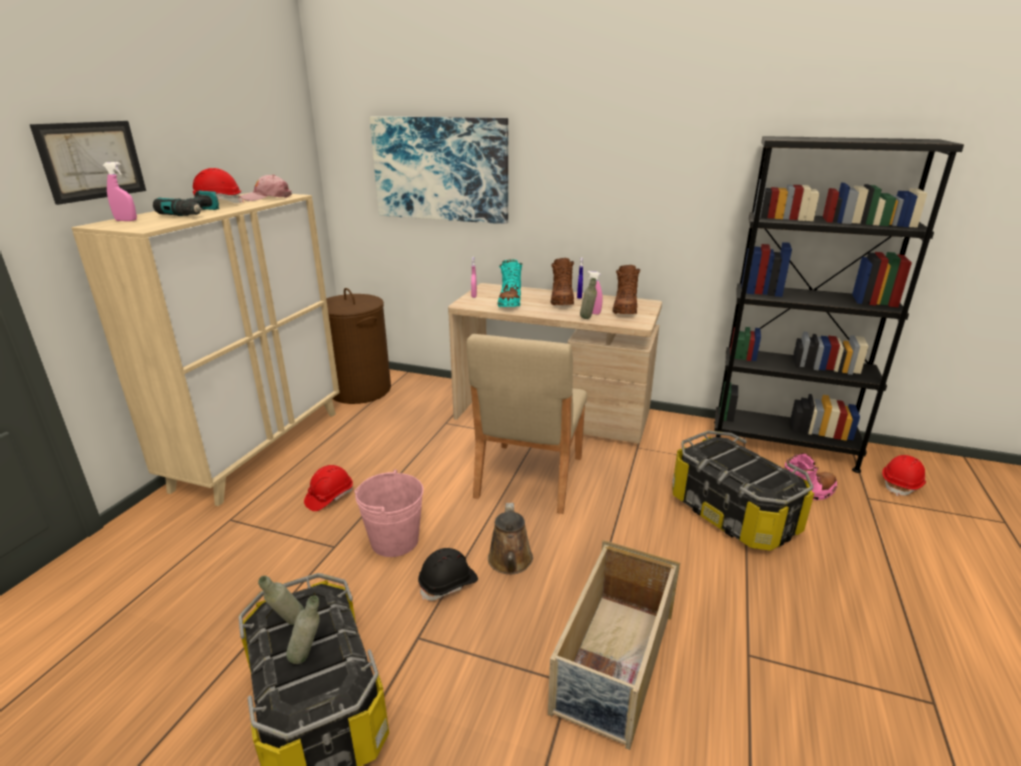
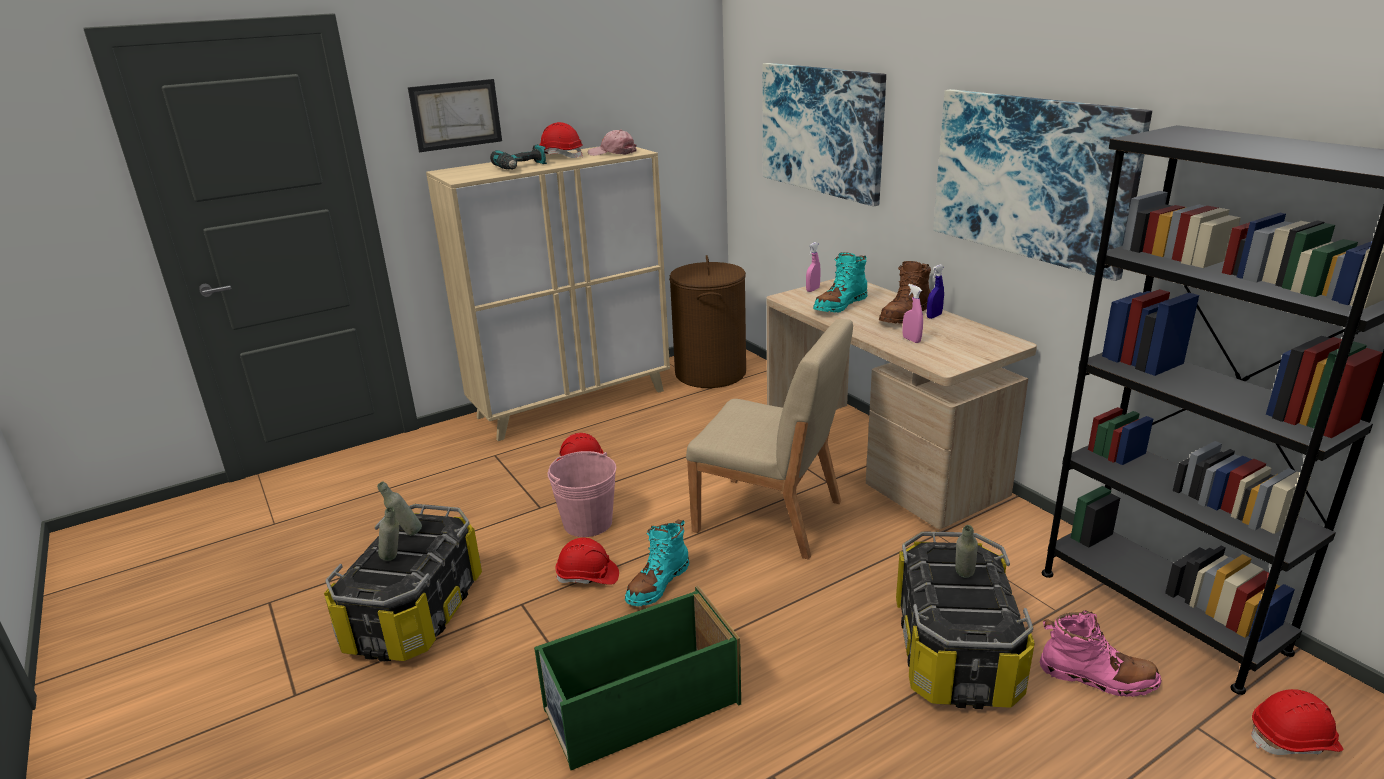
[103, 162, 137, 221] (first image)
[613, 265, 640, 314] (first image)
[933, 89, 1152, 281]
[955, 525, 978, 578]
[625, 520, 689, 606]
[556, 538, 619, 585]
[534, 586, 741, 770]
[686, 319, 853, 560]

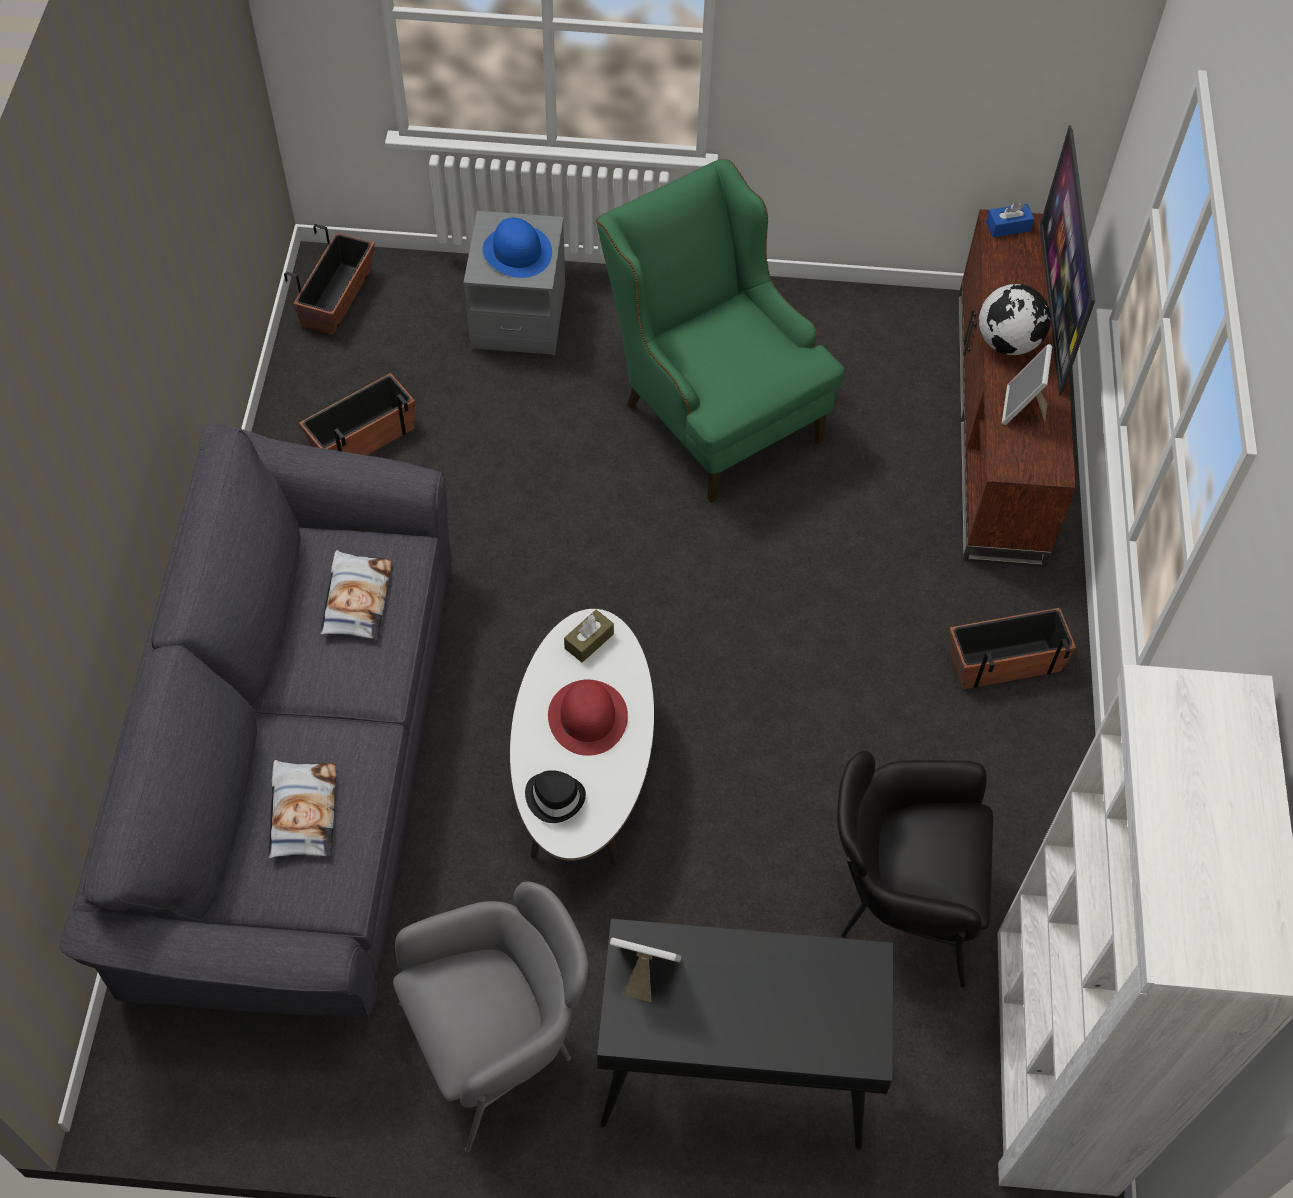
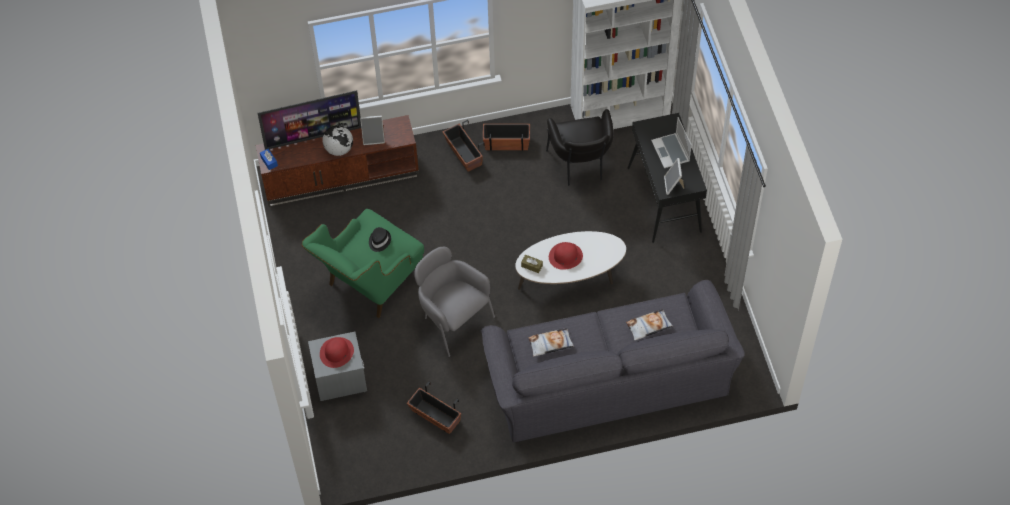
[651, 117, 692, 168]
[483, 124, 530, 150]
[414, 247, 495, 357]
[369, 227, 391, 252]
[320, 337, 354, 368]

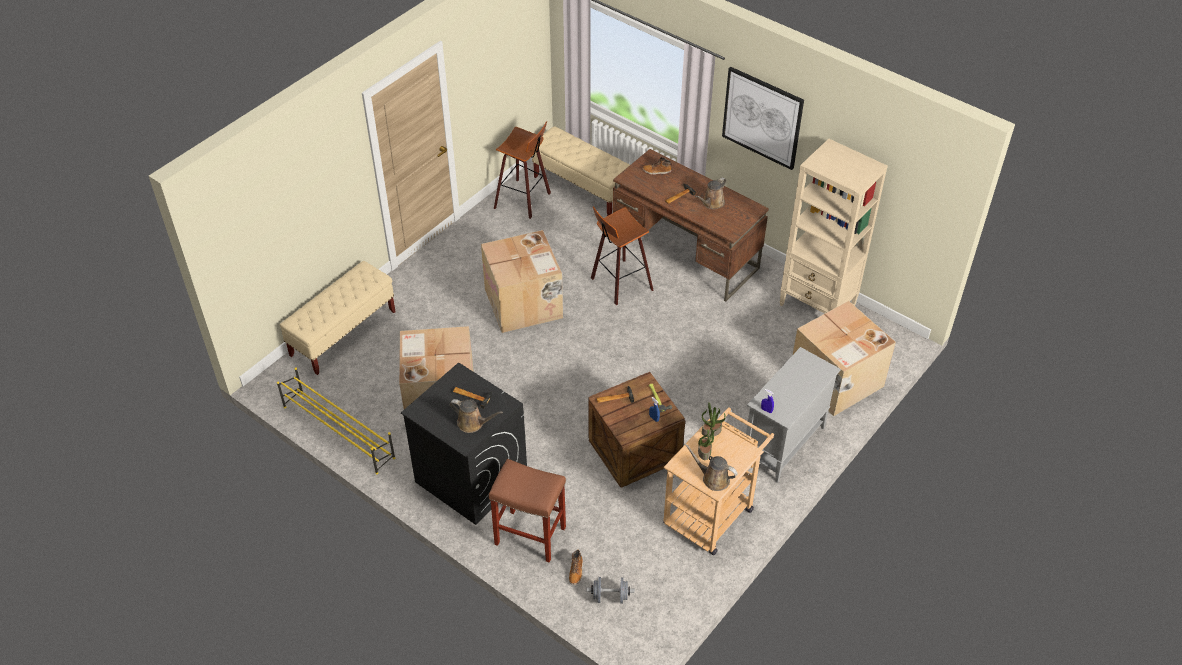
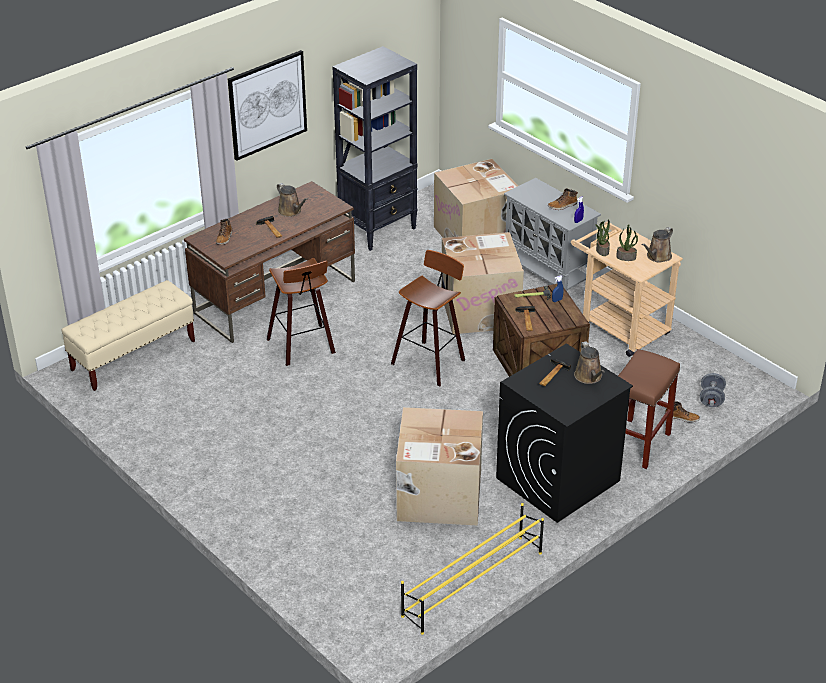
[280, 261, 396, 375] (first image)
[548, 188, 578, 210]
[441, 232, 524, 334]
[391, 250, 465, 387]
[332, 46, 418, 251]
[574, 341, 605, 384]

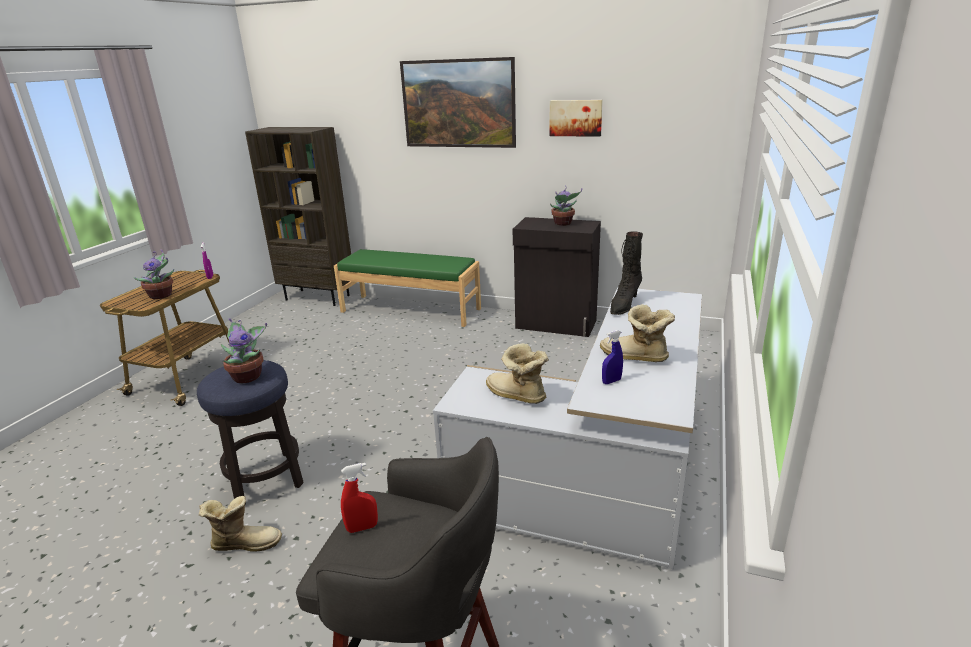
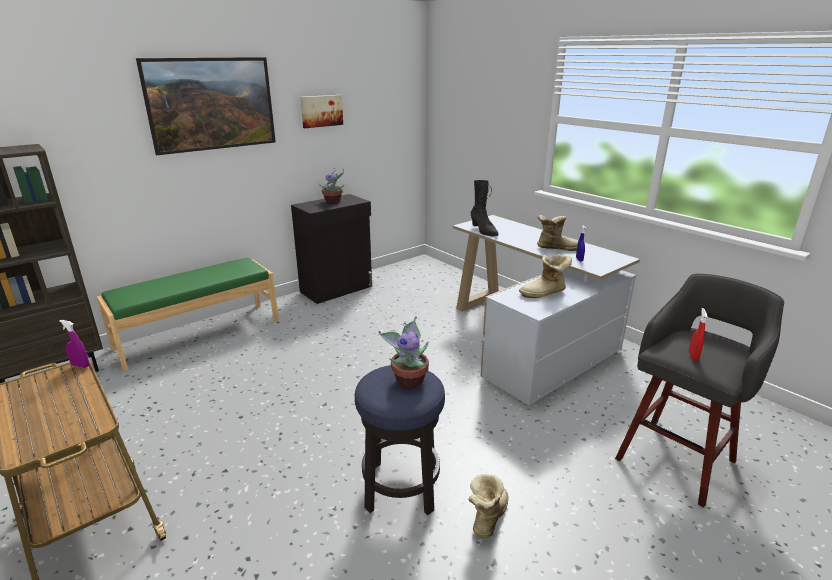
[133, 250, 174, 299] (first image)
[537, 215, 578, 251]

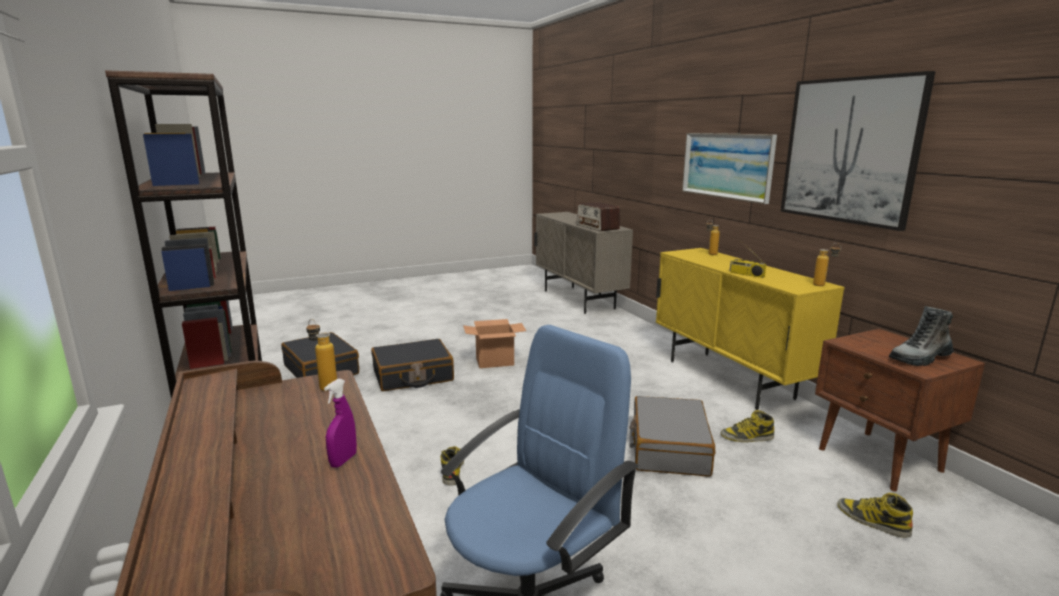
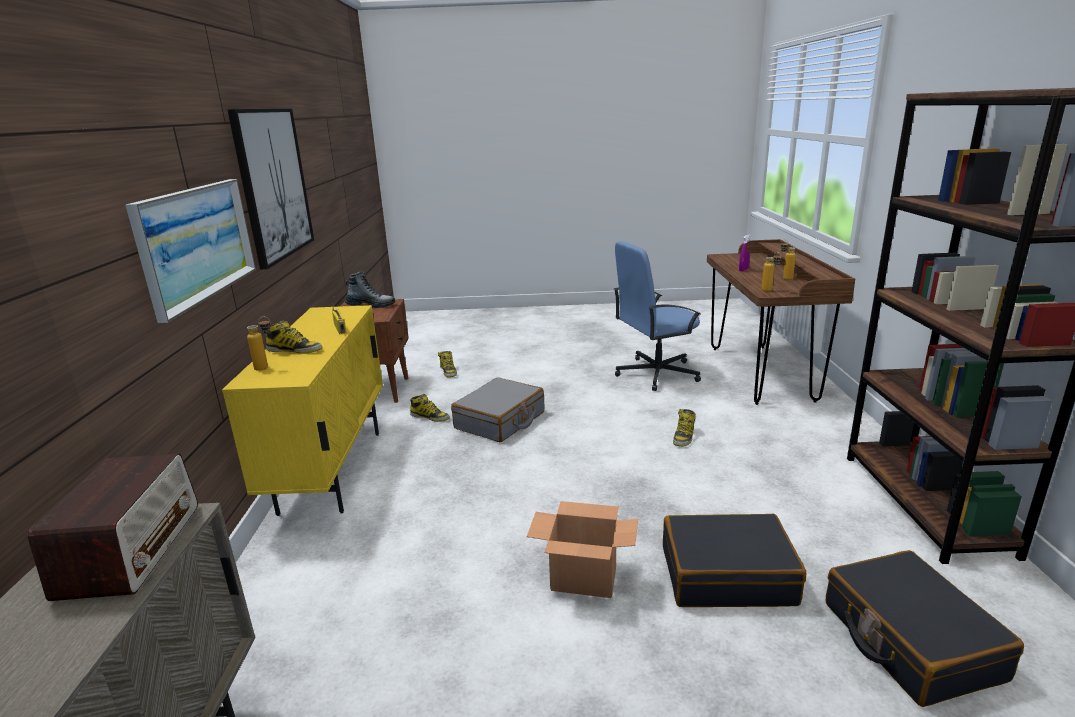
[266, 321, 323, 354]
[781, 240, 796, 280]

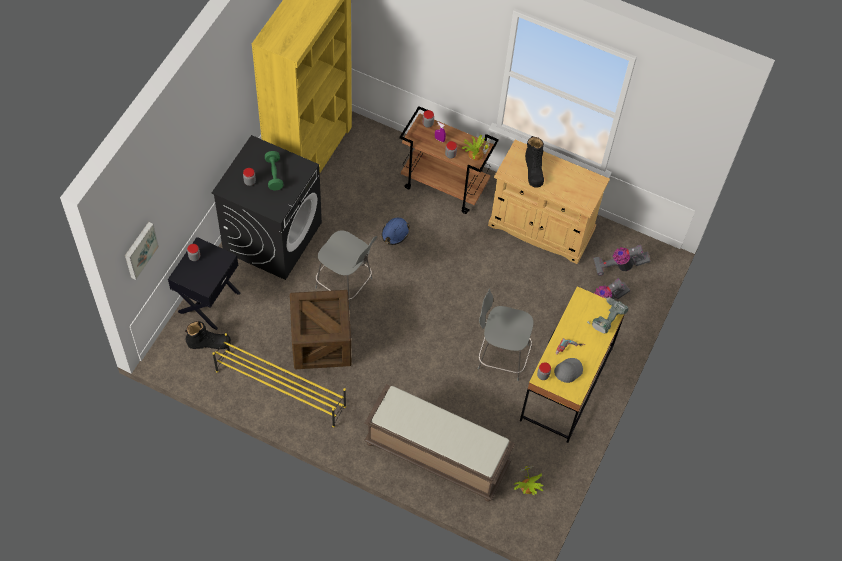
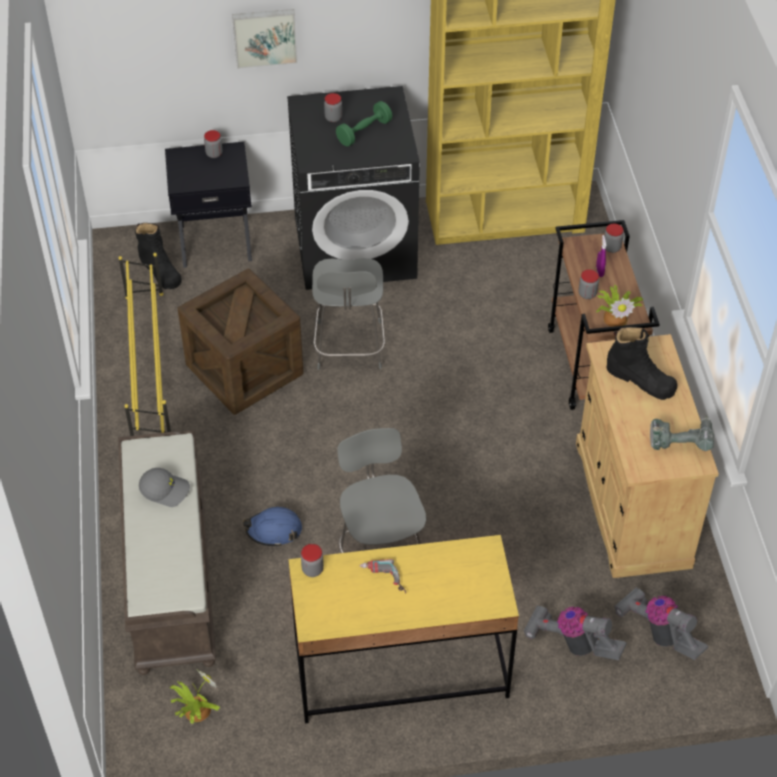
[232, 9, 298, 69]
[243, 507, 302, 547]
[139, 468, 190, 507]
[650, 415, 714, 451]
[607, 327, 677, 400]

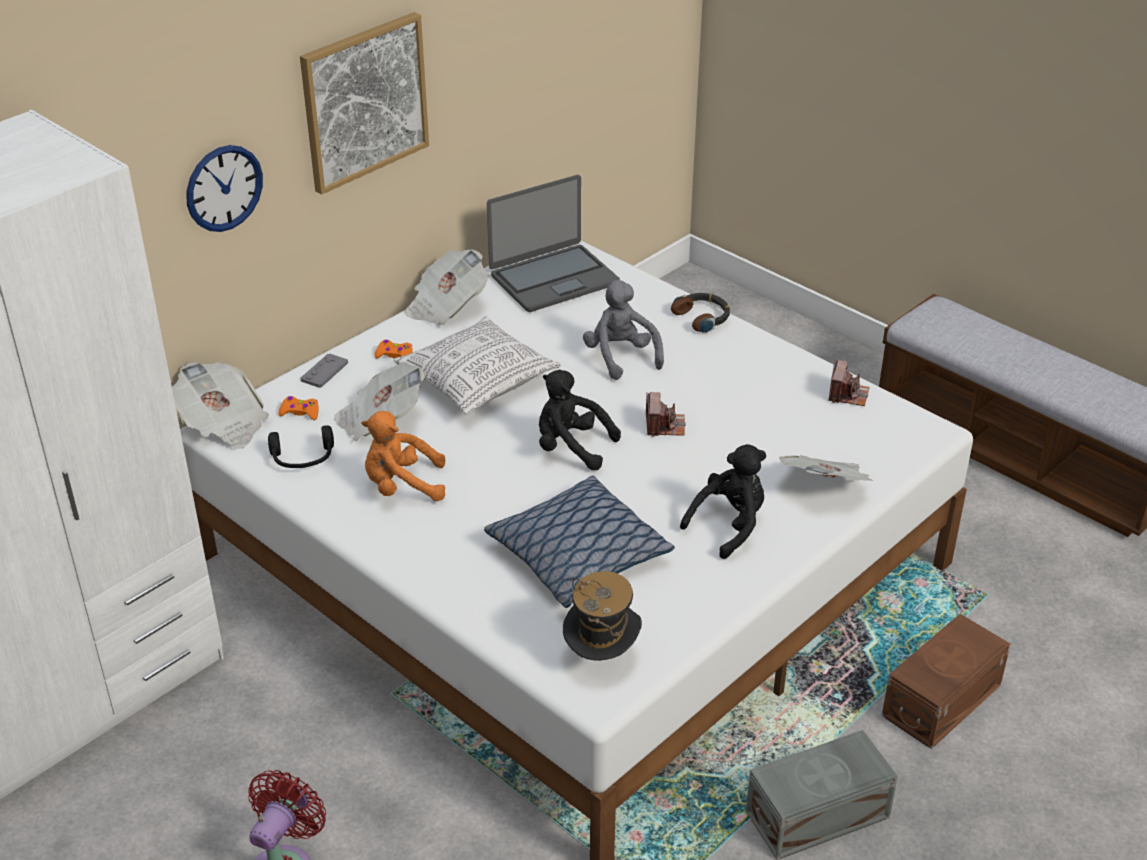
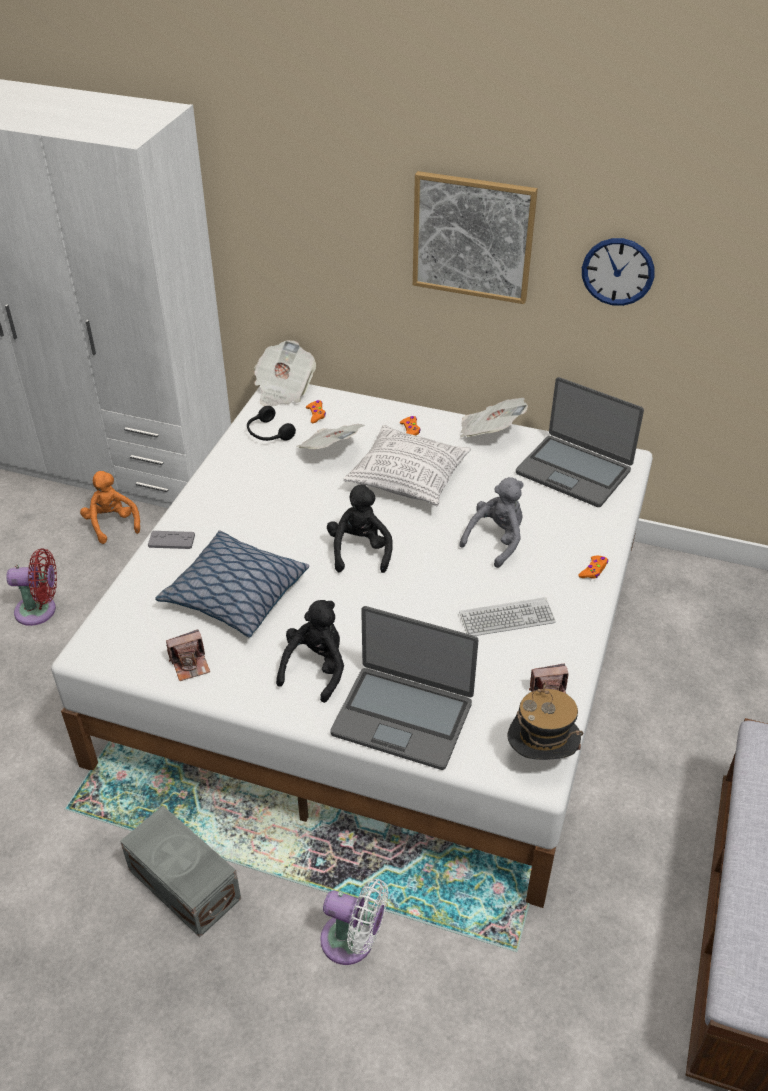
[459, 597, 556, 636]
[582, 238, 655, 306]
[148, 531, 195, 549]
[80, 471, 140, 544]
[507, 682, 584, 760]
[166, 629, 210, 681]
[578, 556, 608, 579]
[330, 606, 478, 770]
[320, 879, 389, 965]
[276, 600, 344, 703]

